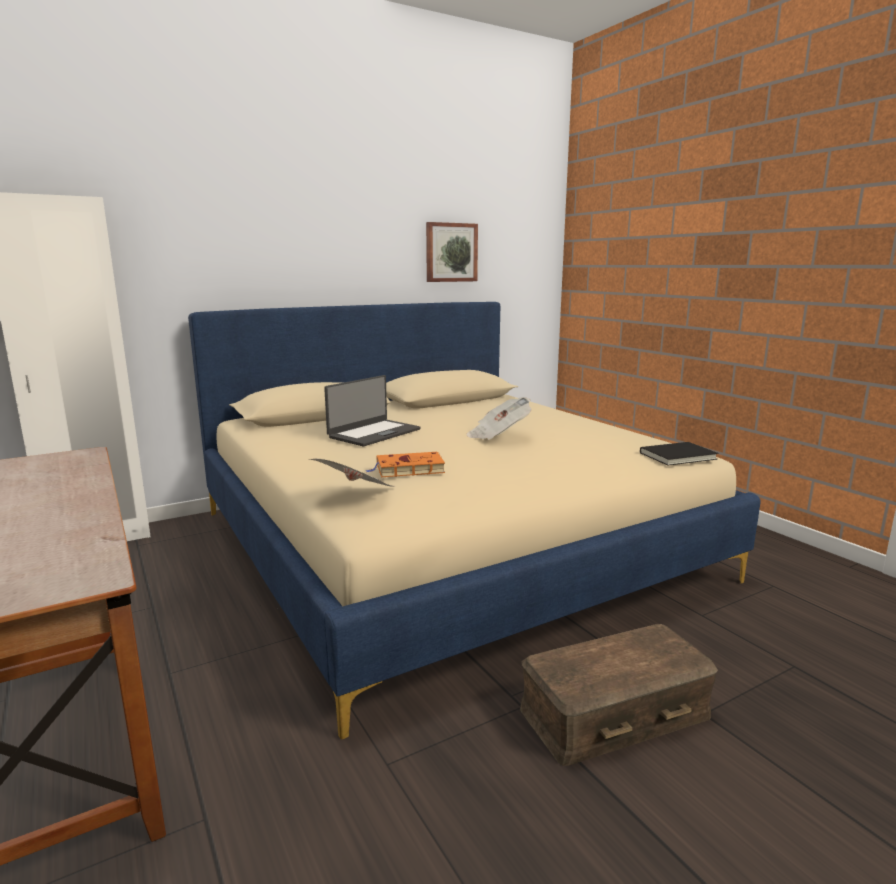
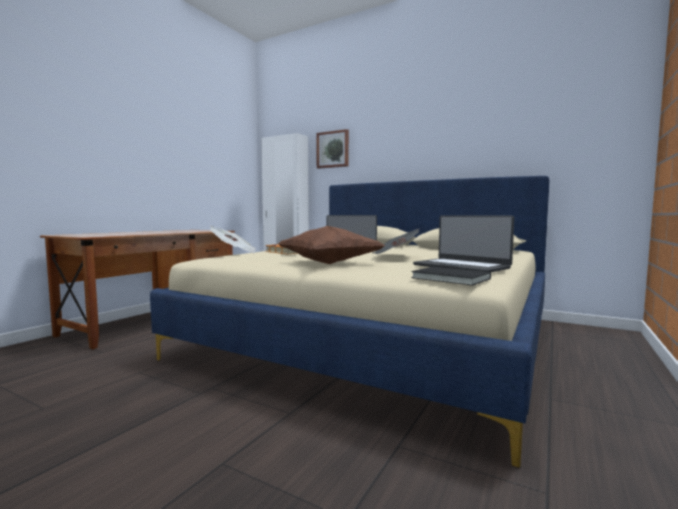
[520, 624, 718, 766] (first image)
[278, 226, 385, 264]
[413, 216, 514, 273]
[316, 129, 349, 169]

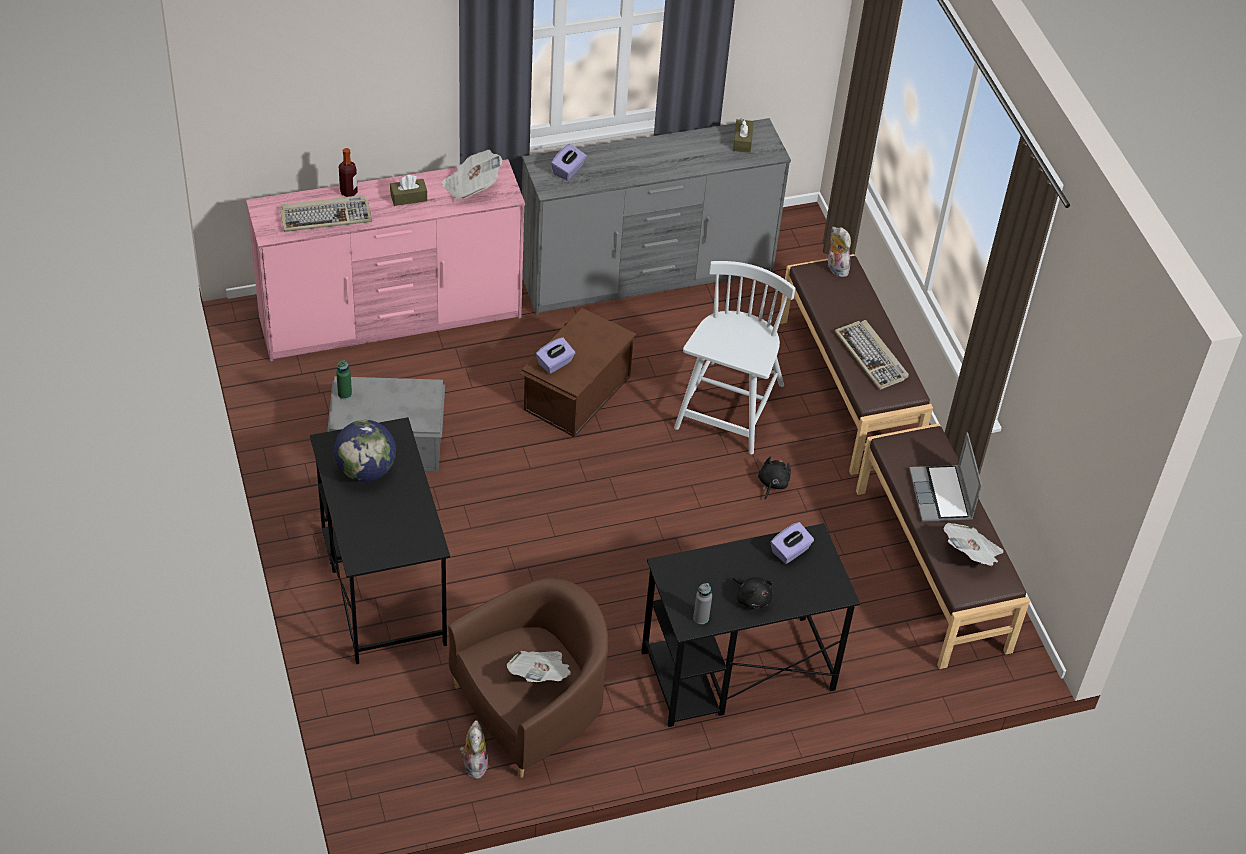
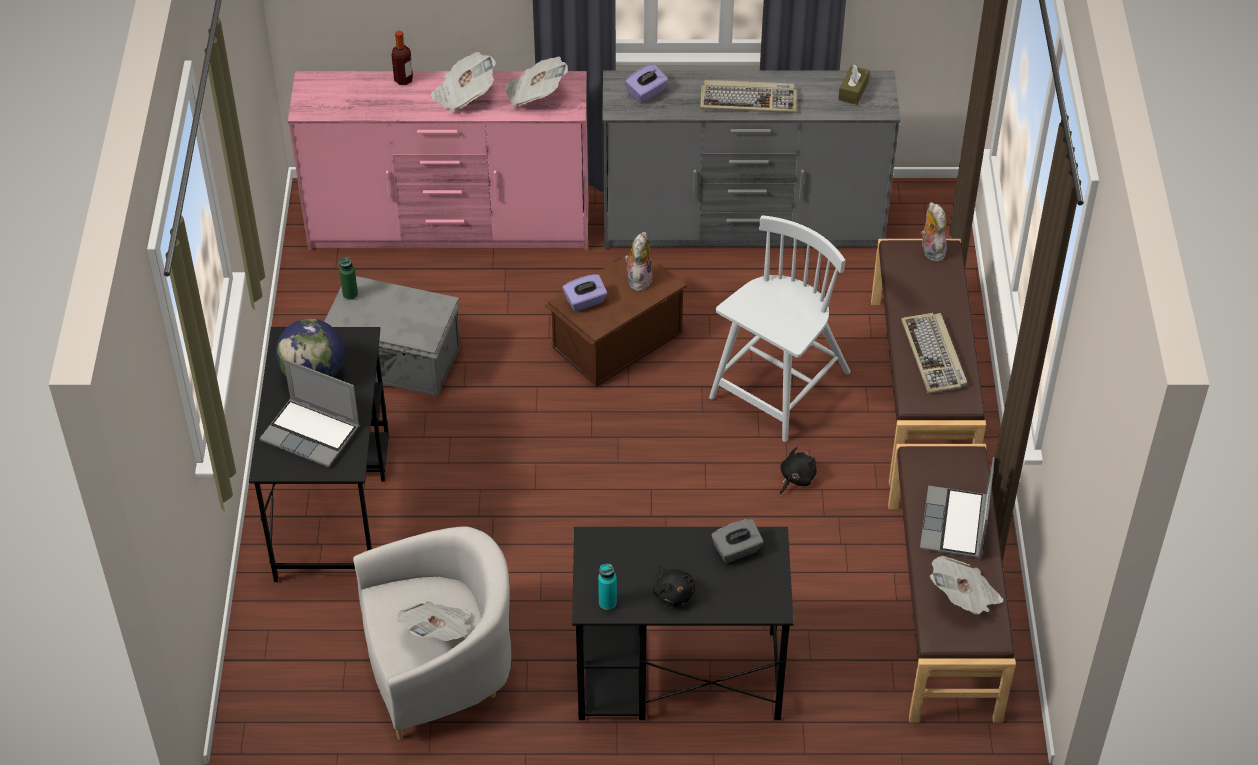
[260, 359, 360, 468]
[700, 80, 797, 113]
[625, 232, 652, 291]
[431, 52, 496, 112]
[353, 526, 512, 740]
[598, 564, 617, 610]
[711, 519, 763, 563]

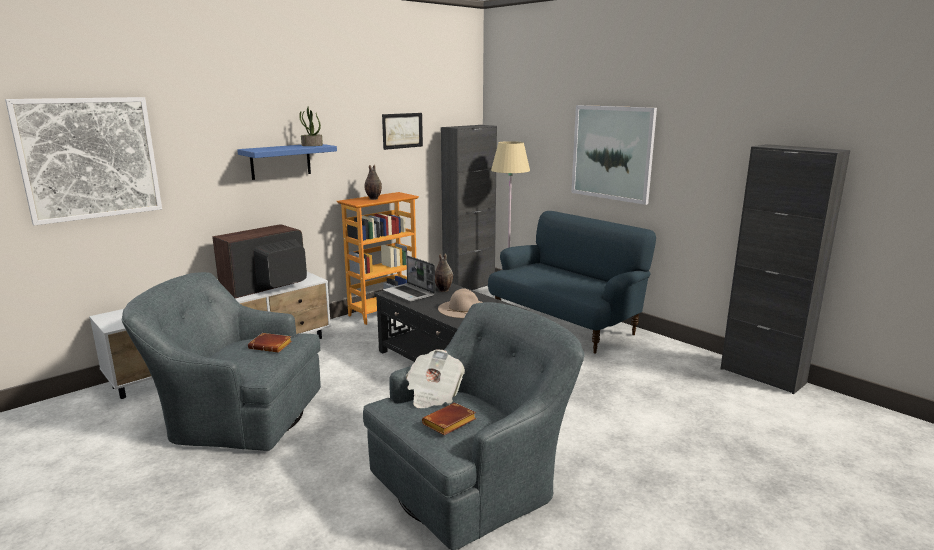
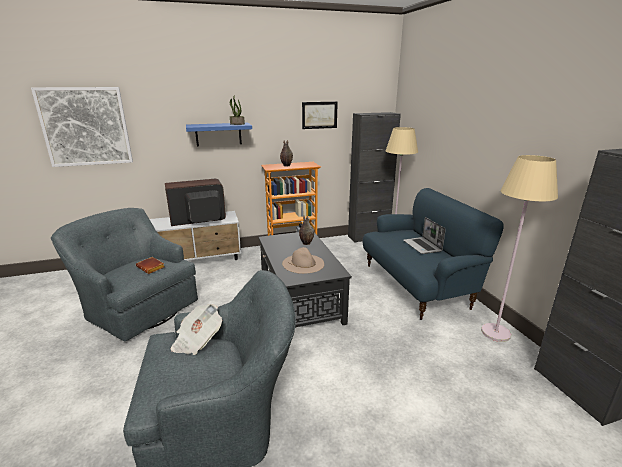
[422, 403, 476, 435] (first image)
[571, 105, 657, 205] (first image)
[481, 155, 558, 342]
[403, 217, 446, 254]

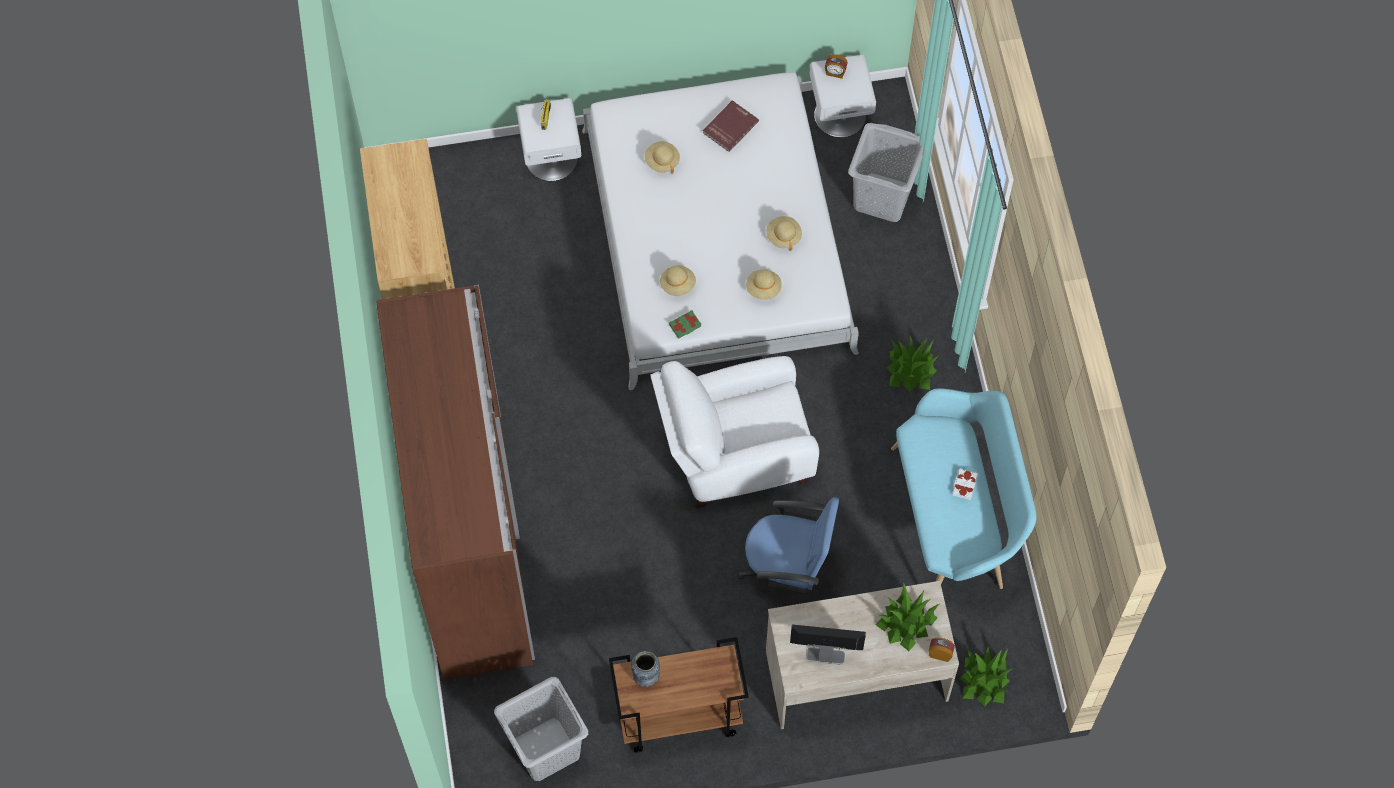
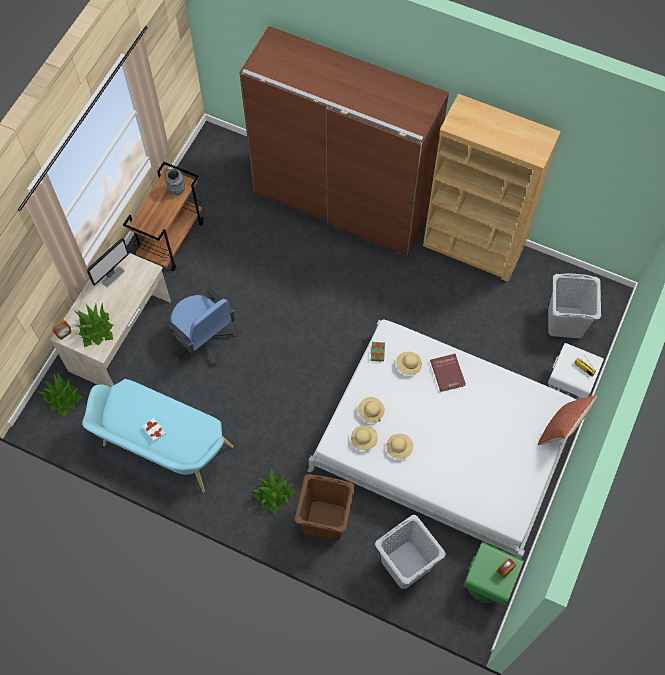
[651, 356, 819, 508] (first image)
[295, 474, 355, 541]
[538, 395, 597, 445]
[548, 273, 601, 338]
[351, 425, 378, 451]
[430, 354, 466, 392]
[463, 542, 524, 605]
[165, 288, 236, 366]

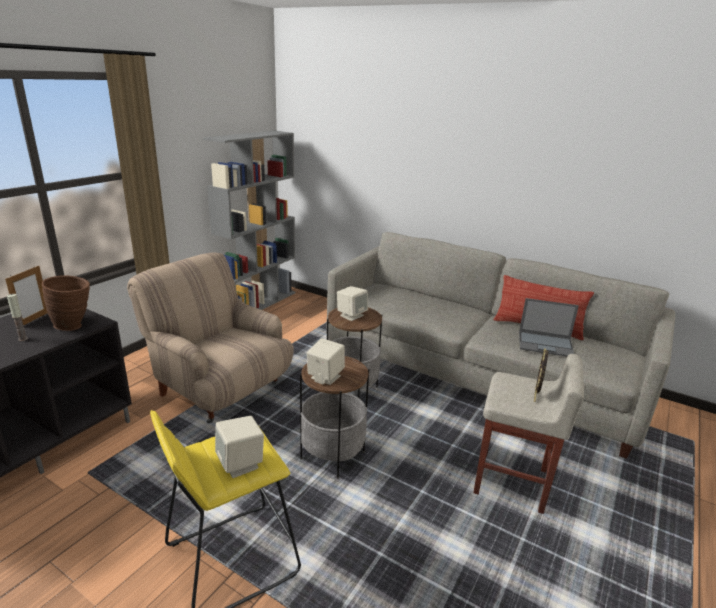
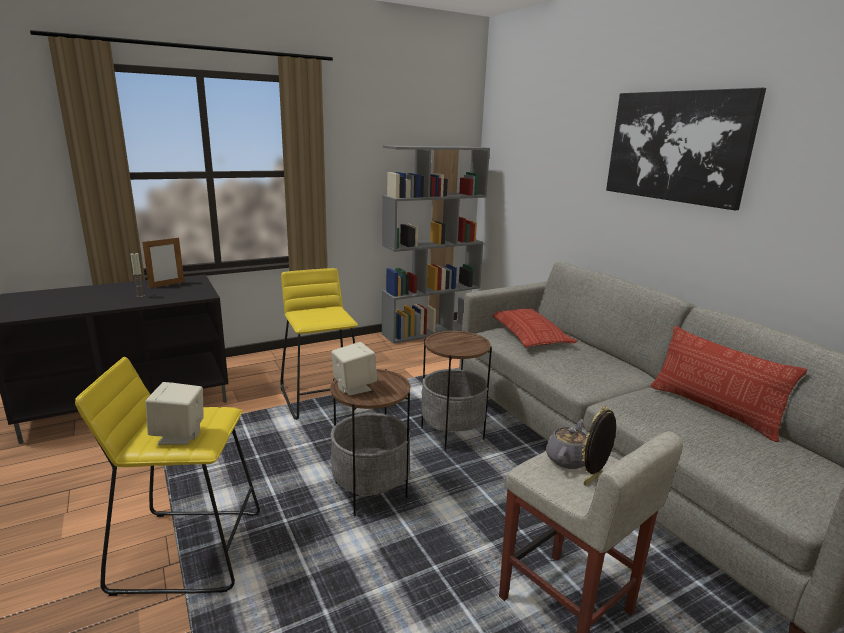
[42, 276, 90, 331] (first image)
[337, 286, 368, 321] (first image)
[519, 298, 579, 357] (first image)
[492, 309, 577, 348]
[546, 419, 587, 469]
[606, 88, 766, 210]
[280, 268, 358, 420]

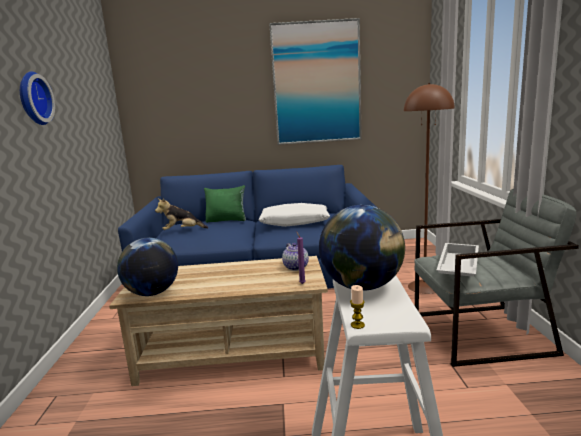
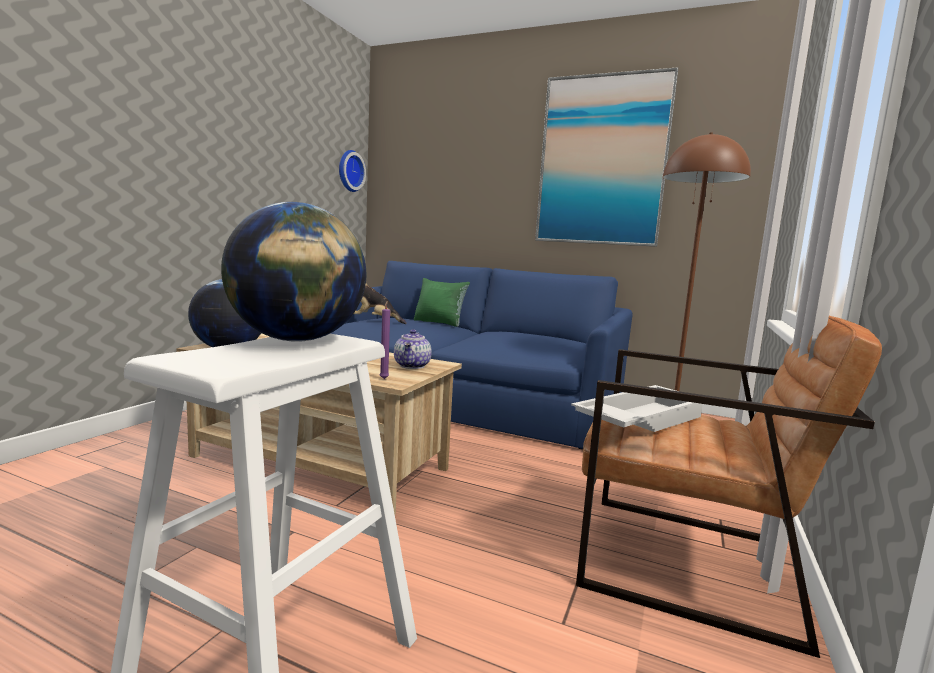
[258, 203, 330, 227] (first image)
[350, 285, 365, 329] (first image)
[339, 150, 366, 192]
[576, 316, 882, 658]

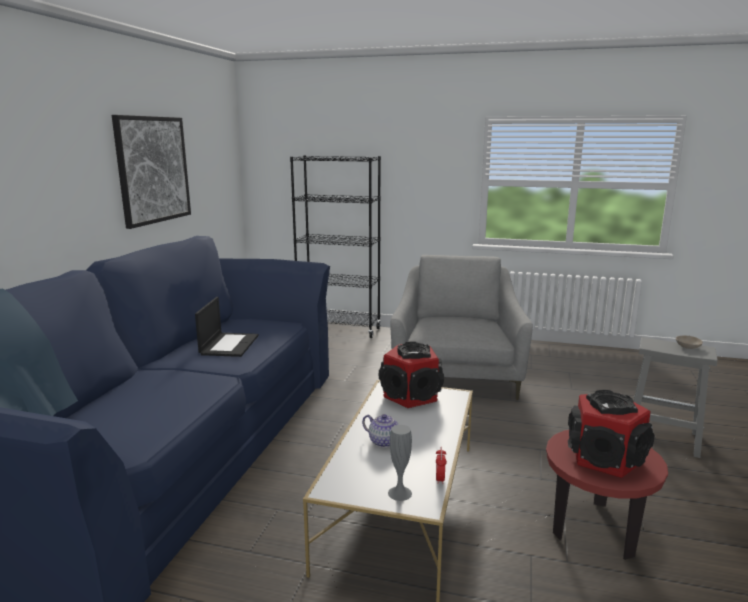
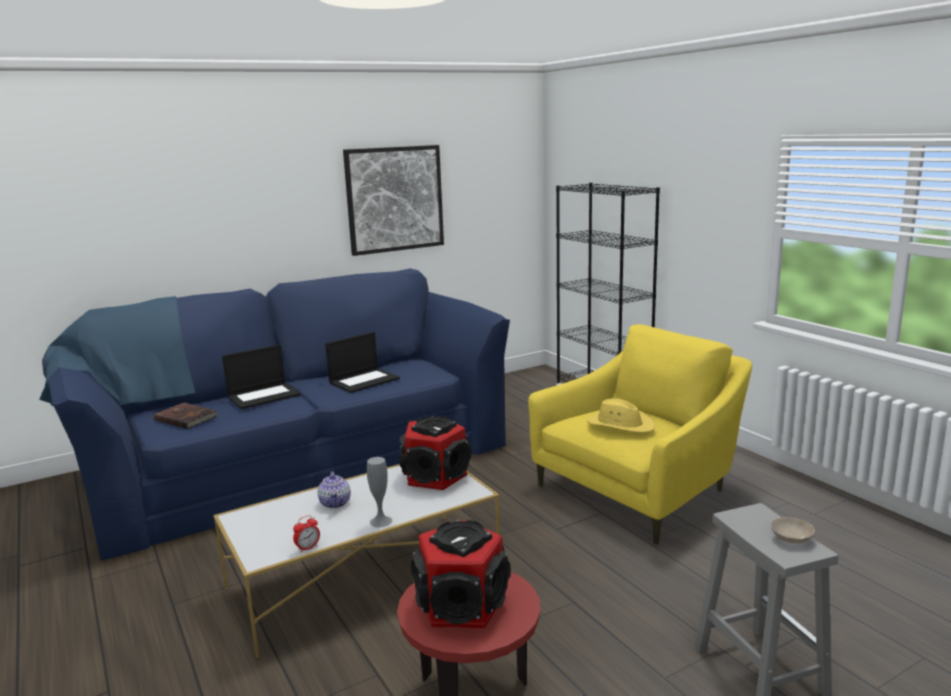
[154, 403, 218, 429]
[222, 344, 301, 409]
[587, 398, 655, 433]
[367, 457, 392, 527]
[528, 324, 752, 545]

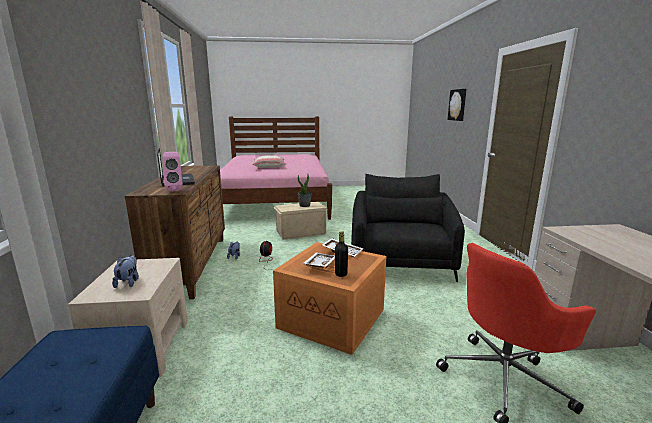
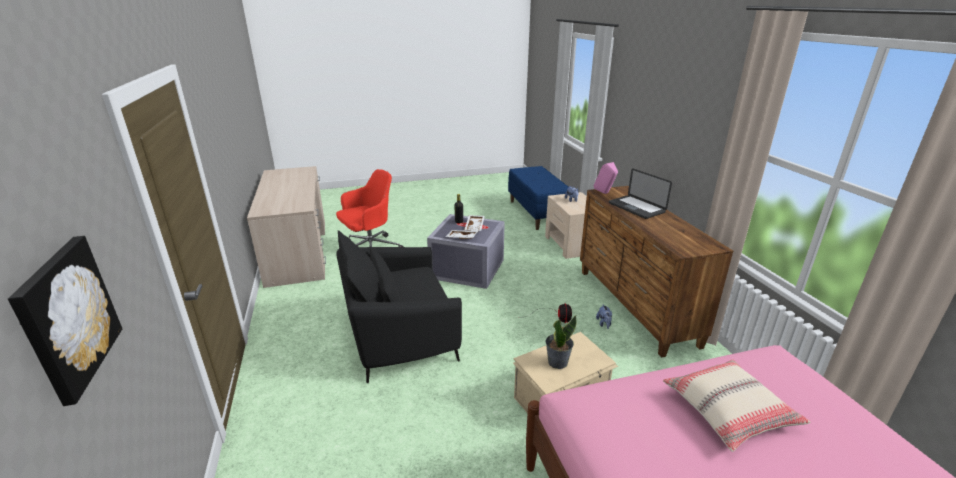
[427, 214, 505, 289]
[336, 230, 462, 383]

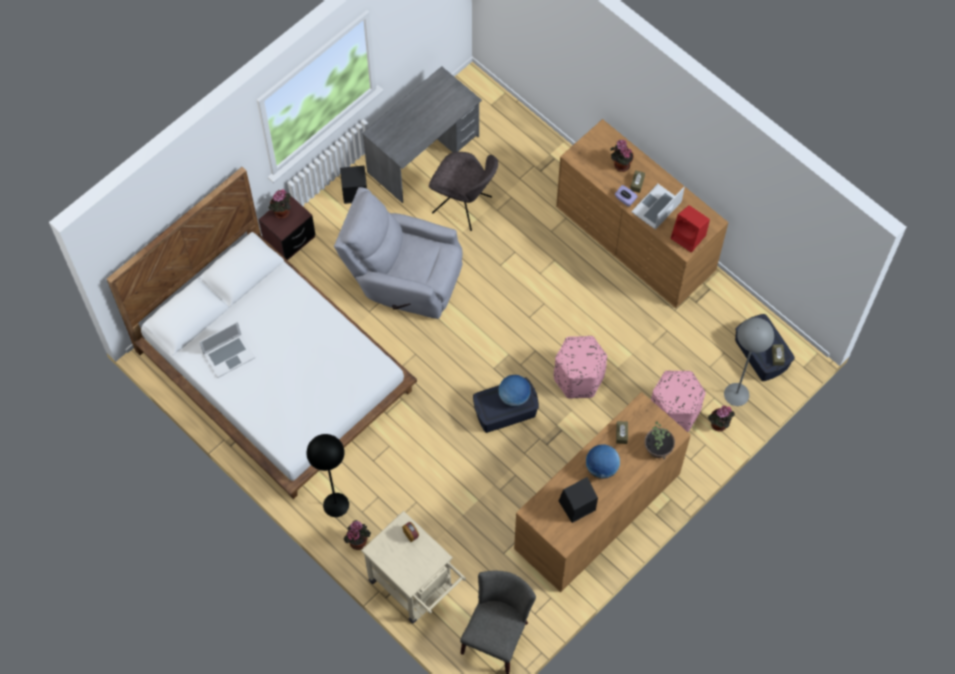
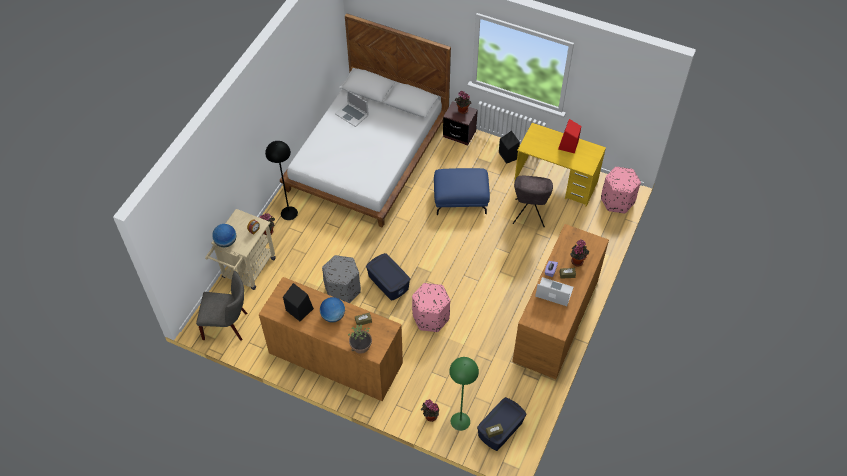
[322, 255, 361, 303]
[212, 224, 237, 247]
[601, 167, 641, 213]
[558, 119, 581, 154]
[434, 168, 490, 215]
[514, 123, 606, 206]
[449, 357, 479, 431]

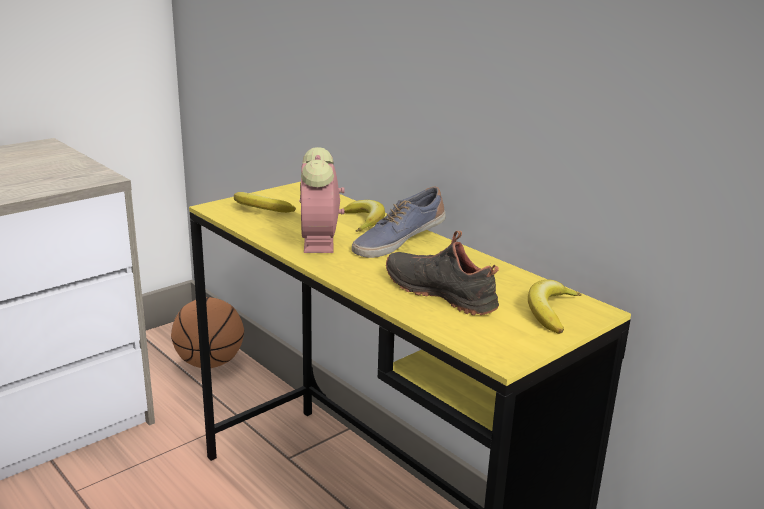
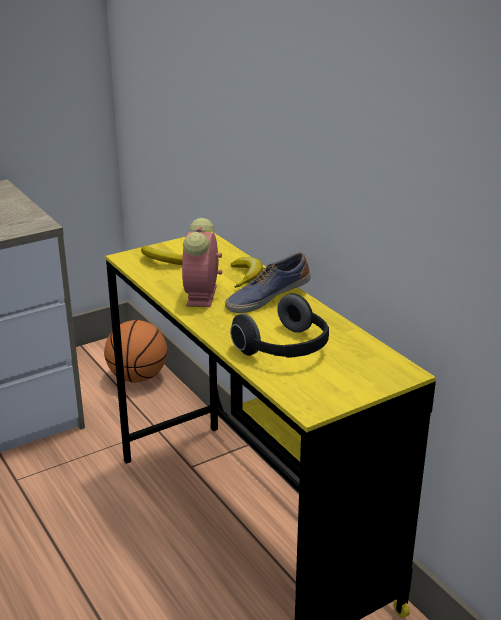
[528, 280, 581, 334] (first image)
[230, 293, 329, 358]

